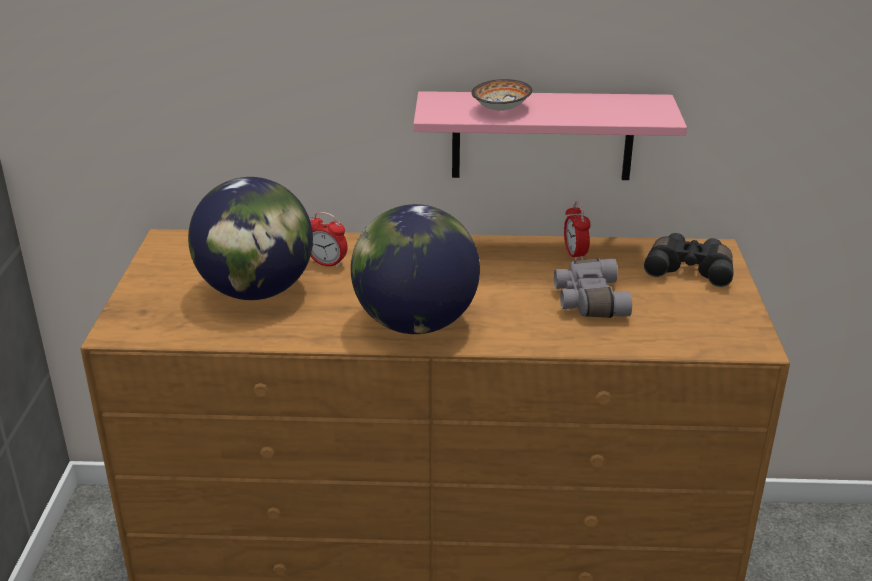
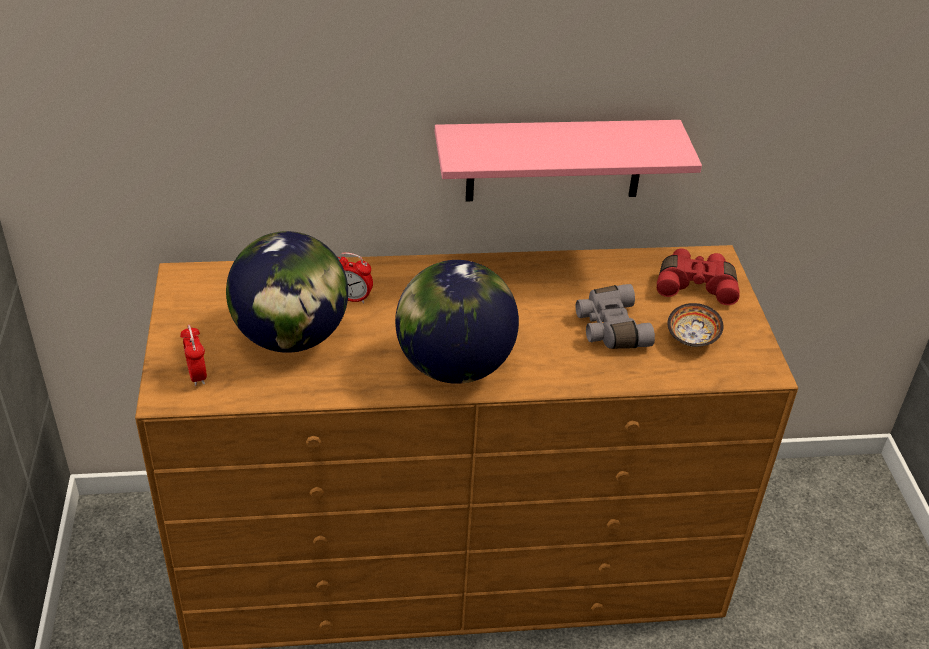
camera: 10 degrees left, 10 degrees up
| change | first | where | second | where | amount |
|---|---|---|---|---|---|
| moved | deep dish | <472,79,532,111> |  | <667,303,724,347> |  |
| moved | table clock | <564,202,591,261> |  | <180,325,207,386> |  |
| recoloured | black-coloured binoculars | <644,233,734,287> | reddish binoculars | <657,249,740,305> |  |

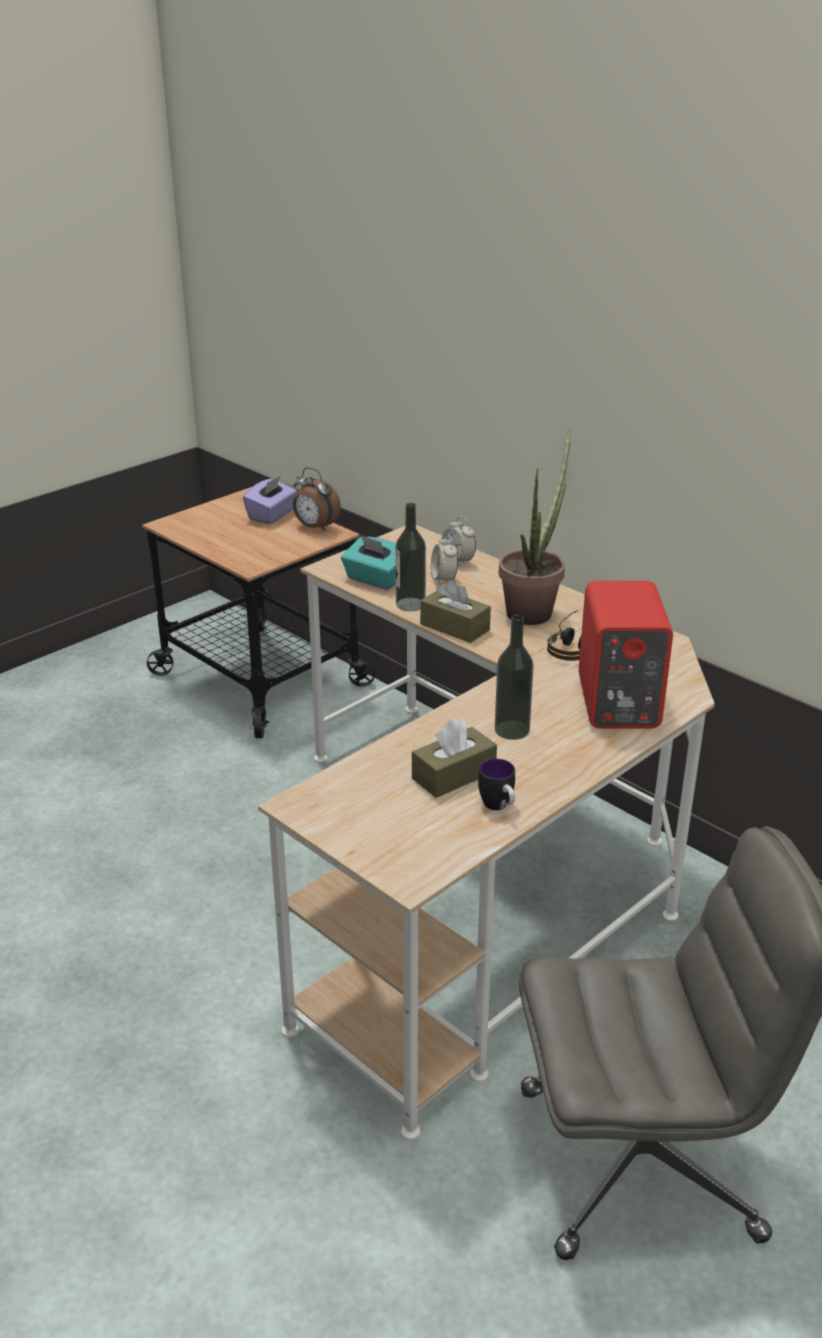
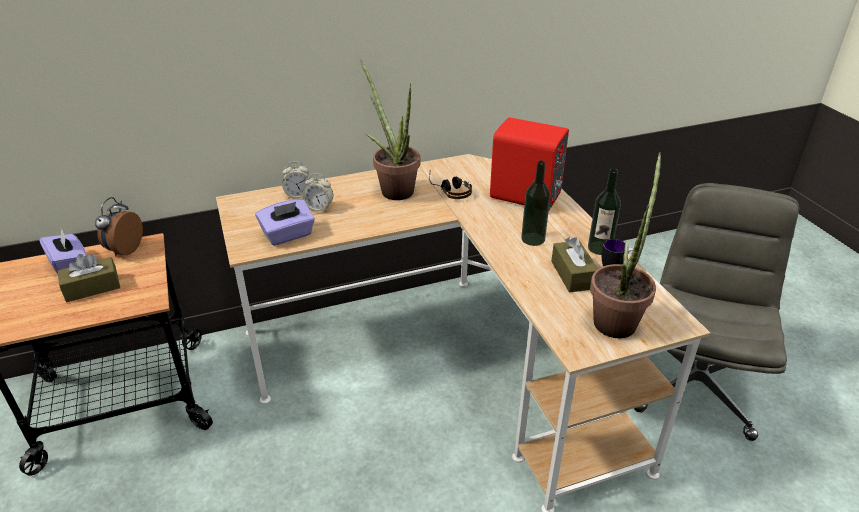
camera: 65 degrees left, 5 degrees up
| change | first | where | second | where | amount |
|---|---|---|---|---|---|
| added |  |  | potted plant | <590,152,661,338> |  |
| moved | beverage bottle | <395,503,426,611> |  | <588,168,621,255> |  |
| moved | brownish tissue box | <420,580,491,643> |  | <58,254,120,302> |  |
| recoloured | turquoise tissue box | <341,535,396,590> | purple tissue box | <256,199,315,246> |  |
| turned | table clock | <293,467,341,531> |  | <95,197,143,257> | 135 degrees clockwise |

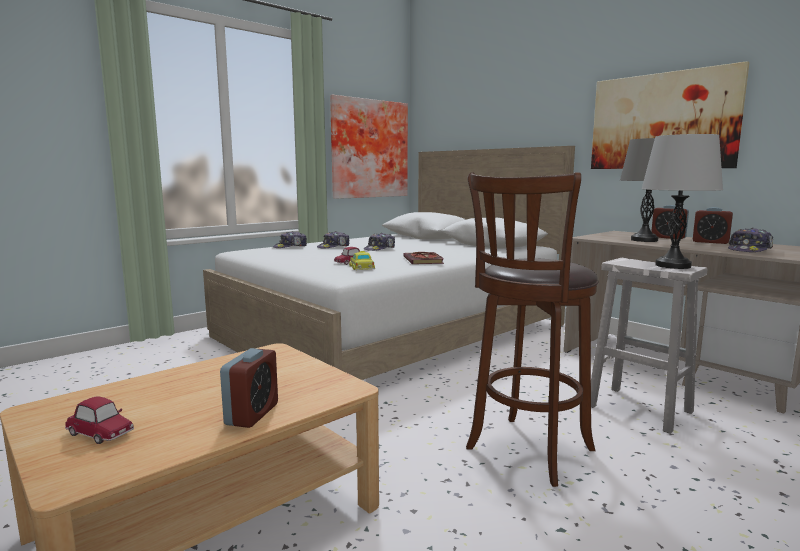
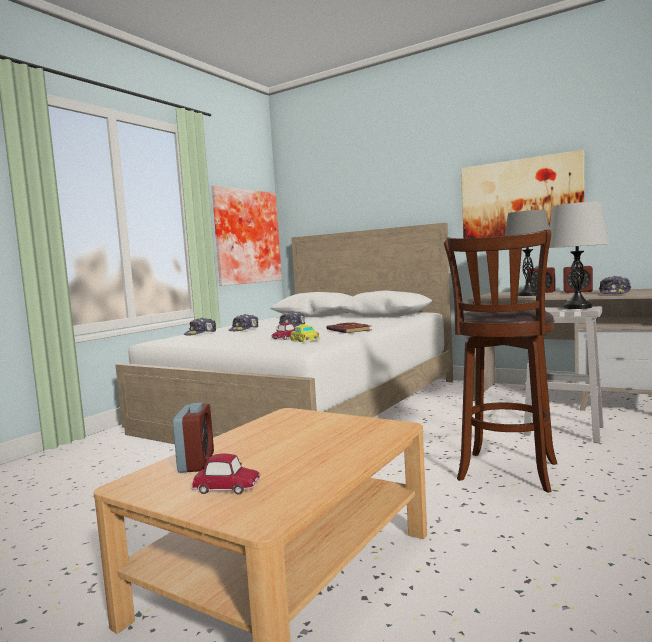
camera: 15 degrees left, 5 degrees down
| change | first | where | second | where | amount |
|---|---|---|---|---|---|
| moved | table clock | <220,348,278,428> |  | <173,403,214,473> |  |

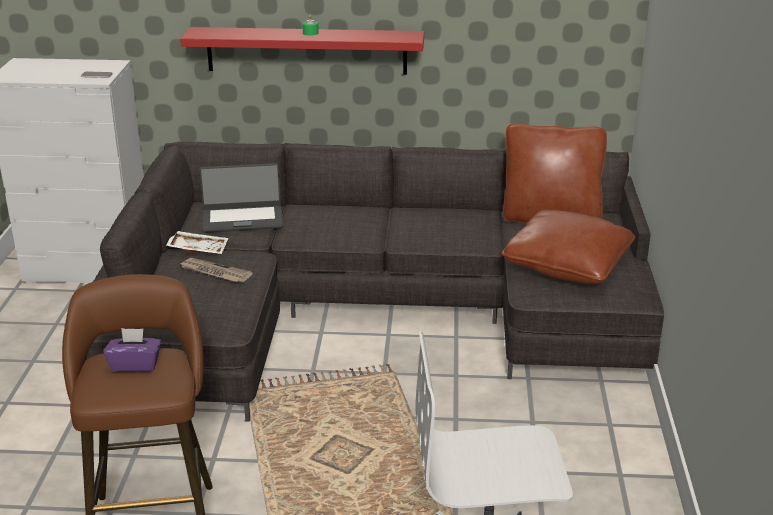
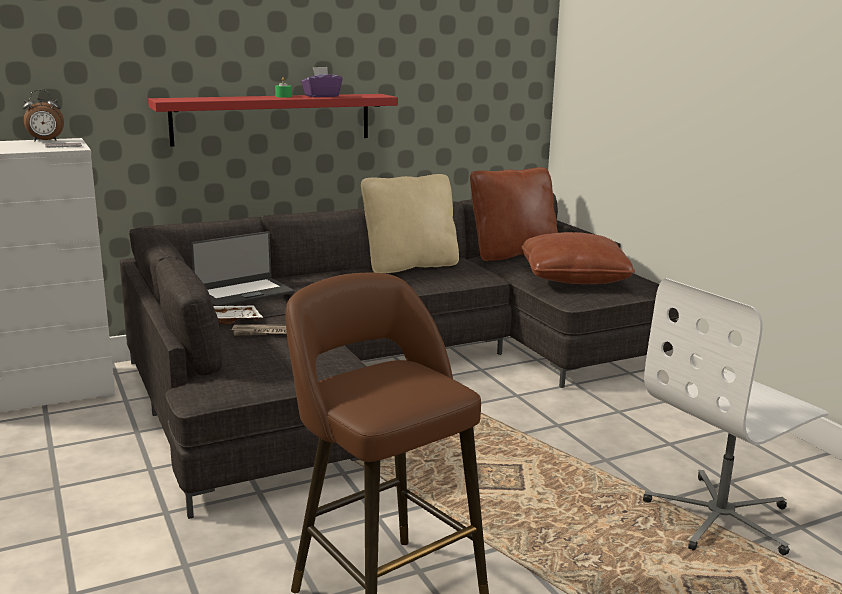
camera: 30 degrees left, 10 degrees down
| change | first | where | second | where | amount |
|---|---|---|---|---|---|
| added |  |  | table clock | <23,90,64,141> |  |
| added |  |  | beige-coloured cushion | <361,174,459,273> |  |
| moved | purple tissue box | <103,328,161,372> |  | <301,67,342,97> |  |

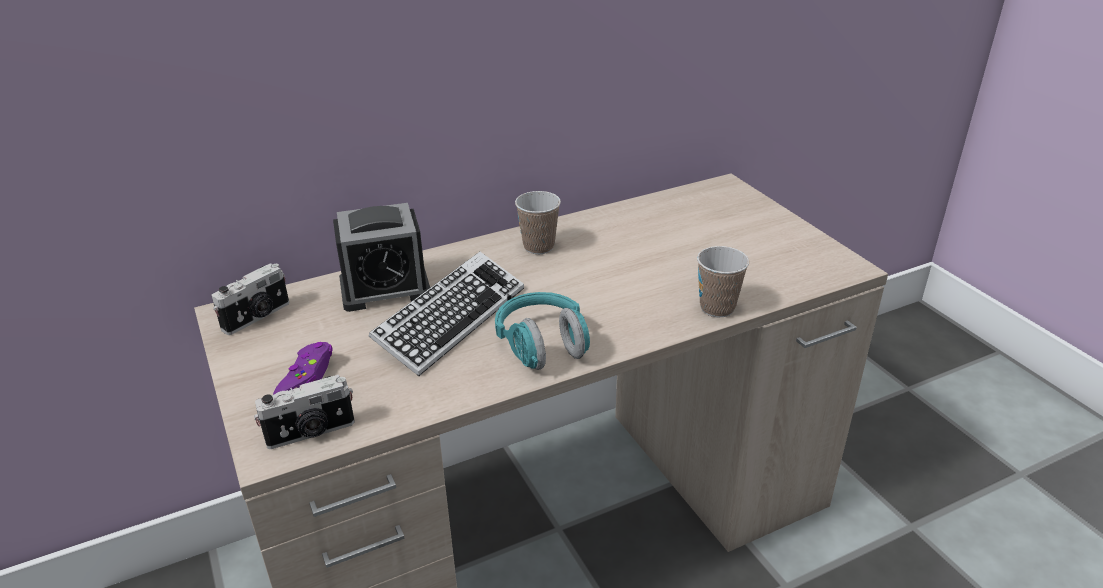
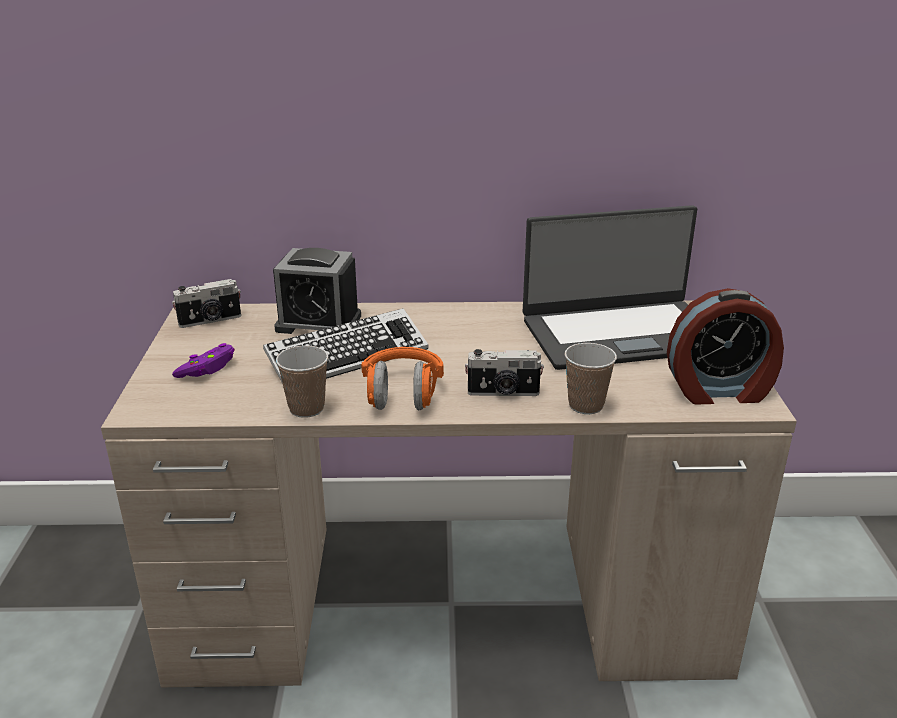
camera: 25 degrees right, 5 degrees down
| change | first | where | second | where | amount |
|---|---|---|---|---|---|
| added |  |  | laptop | <523,205,697,370> |  |
| added |  |  | table clock | <667,288,784,405> |  |
| moved | photo camera | <254,375,355,449> |  | <465,349,544,396> |  |
| moved | cup | <515,191,561,254> |  | <276,346,328,418> |  |
| recoloured | turquoise headphones | <495,292,590,370> | orange-coloured headphones | <361,347,444,410> |  |

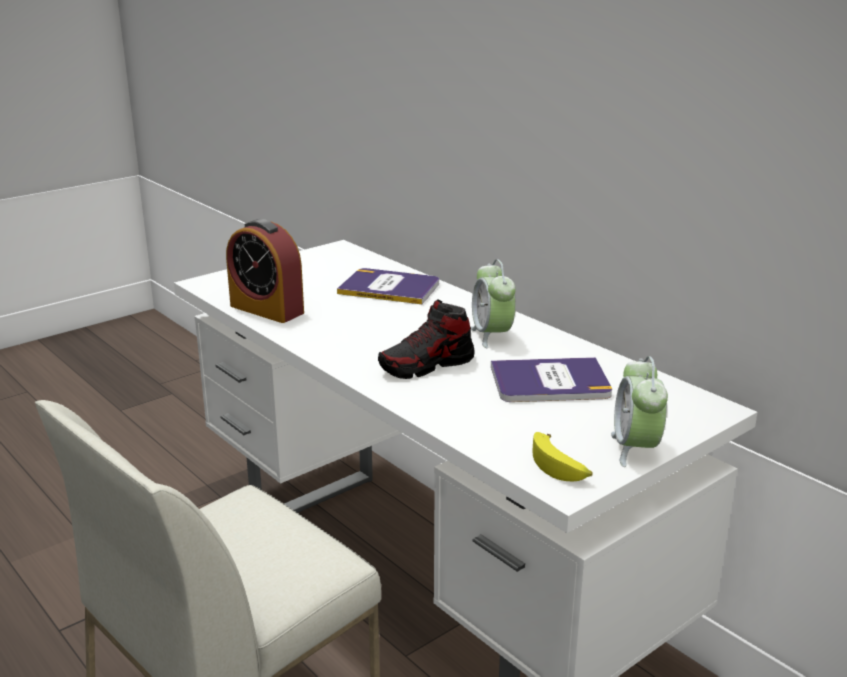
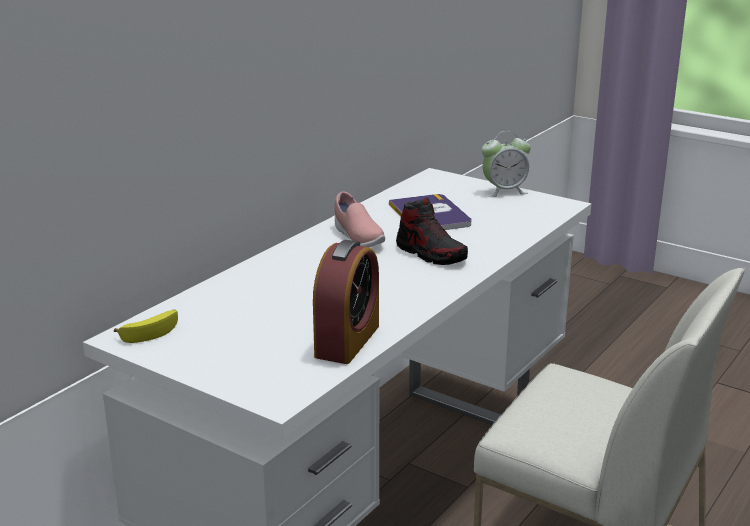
camera: 105 degrees left, 0 degrees up
| change | first | where | second | where | amount |
|---|---|---|---|---|---|
| removed | book | <337,268,439,304> |  |  |  |
| moved | banana fruit | <533,432,593,481> |  | <114,310,178,343> |  |
| replaced | table clock | <471,259,516,348> | pink-coloured item of footwear | <334,191,385,247> |  |

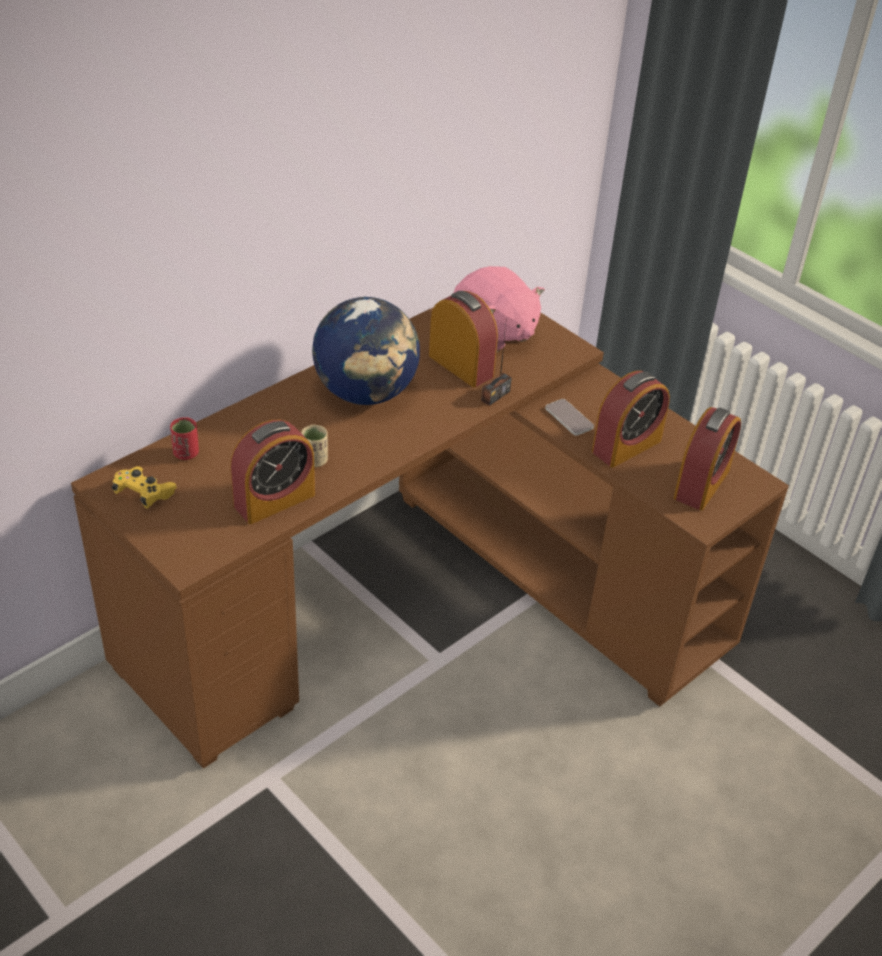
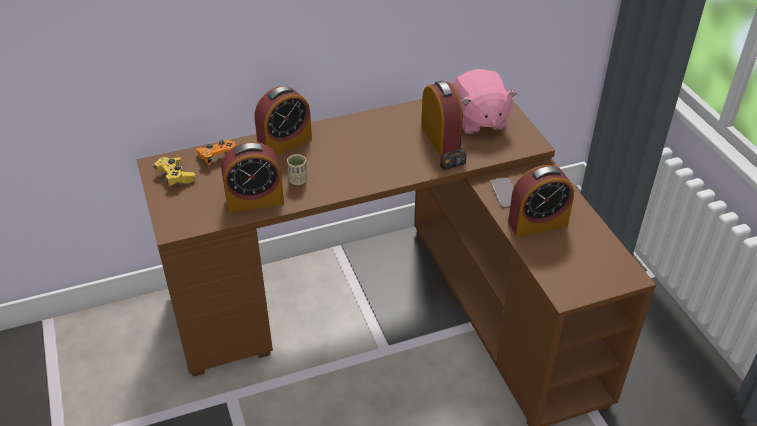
camera: 25 degrees right, 0 degrees up
| change | first | where | second | where | amount |
|---|---|---|---|---|---|
| removed | world globe | <312,297,420,405> |  |  |  |
| moved | table clock | <674,407,741,510> |  | <254,86,312,155> |  |
| replaced | reddish cup | <170,417,199,460> | orange-coloured game controller | <196,139,236,165> |  |

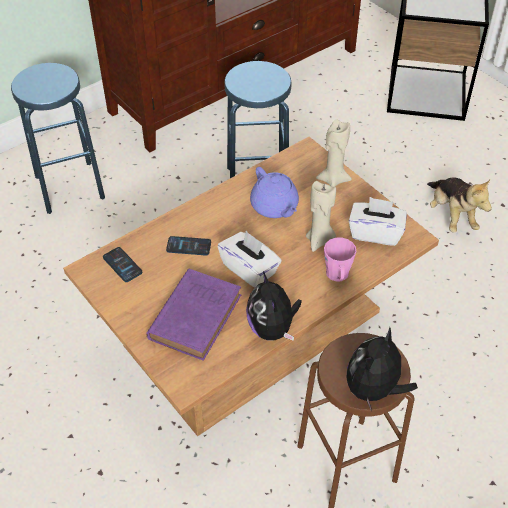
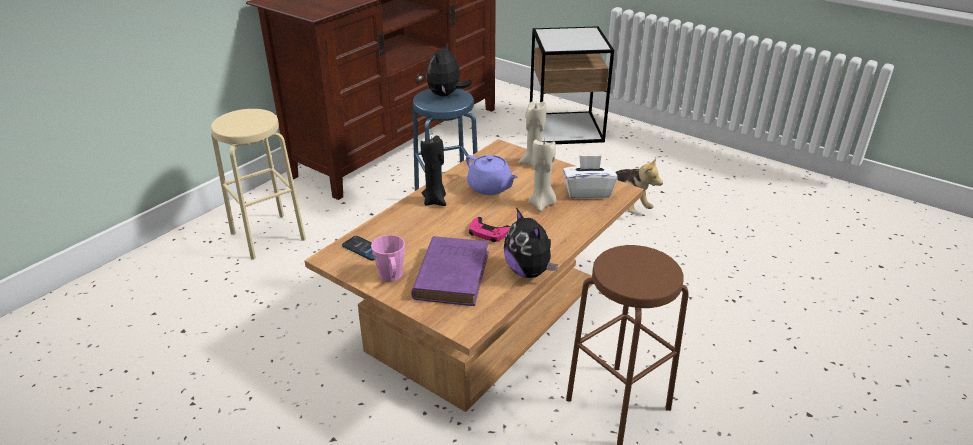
camera: 15 degrees left, 15 degrees down
| change | first | where | second | where | amount |
|---|---|---|---|---|---|
| removed | handset | <166,236,211,255> |  |  |  |
| added |  |  | black-coloured wax candle | <421,135,446,206> |  |
| moved | pink-coloured coffee mug | <324,237,356,282> |  | <371,235,405,282> |  |
| moved | cuddly toy | <347,327,418,410> |  | <426,43,472,96> |  |
| replaced | whitish tissue box | <218,231,282,288> | pink-coloured game controller | <469,217,510,242> |  |
| recoloured | bluish stool seat | <11,63,105,214> | beige-coloured stool seat | <211,109,306,260> |  |

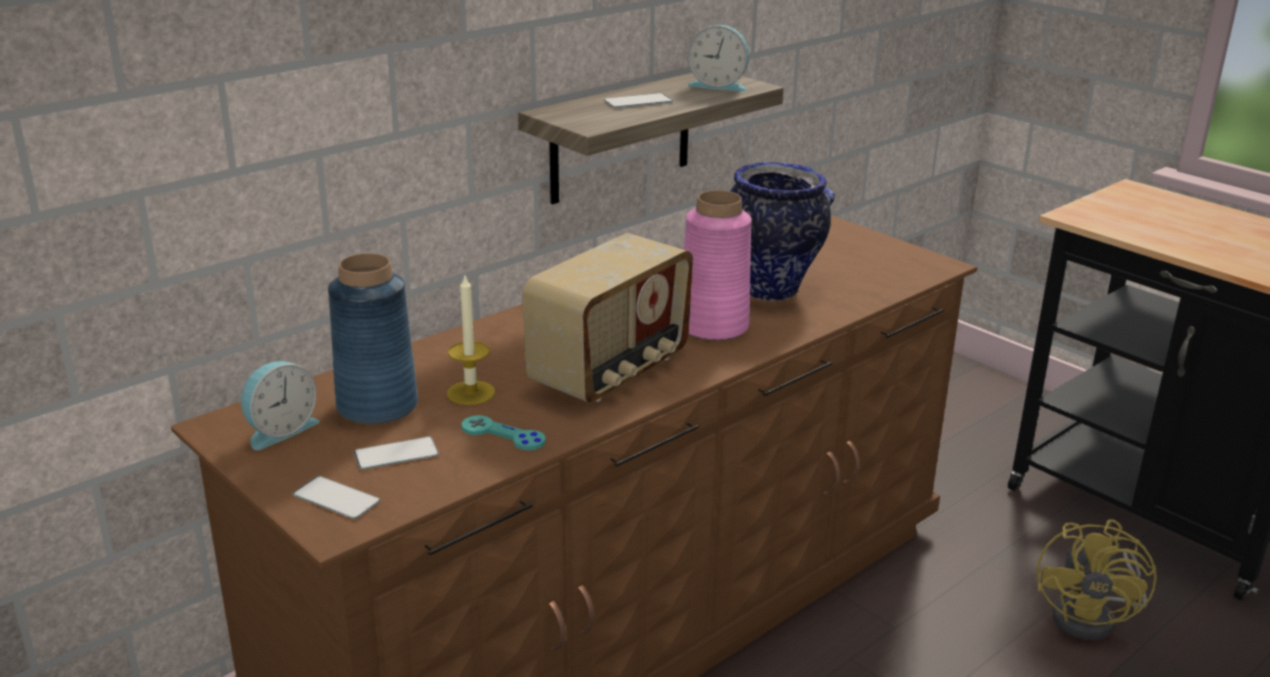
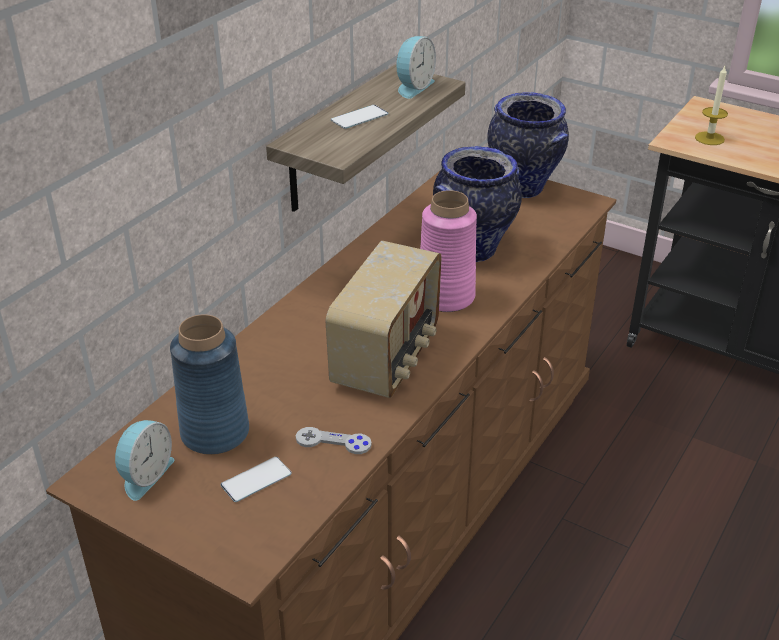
camera: 15 degrees left, 10 degrees up
| change | first | where | second | where | amount |
|---|---|---|---|---|---|
| removed | handset | <293,476,380,519> |  |  |  |
| removed | yellow-coloured fan | <1037,519,1157,640> |  |  |  |
| added |  |  | vase | <487,92,569,198> |  |
| moved | wax candle | <447,276,495,405> |  | <695,66,728,145> |  |
| recoloured | turquoise game controller | <461,415,546,450> | gray game controller | <296,427,372,454> |  |
| turned | table clock | <687,25,749,92> |  | <396,36,436,99> | 60 degrees counterclockwise |

